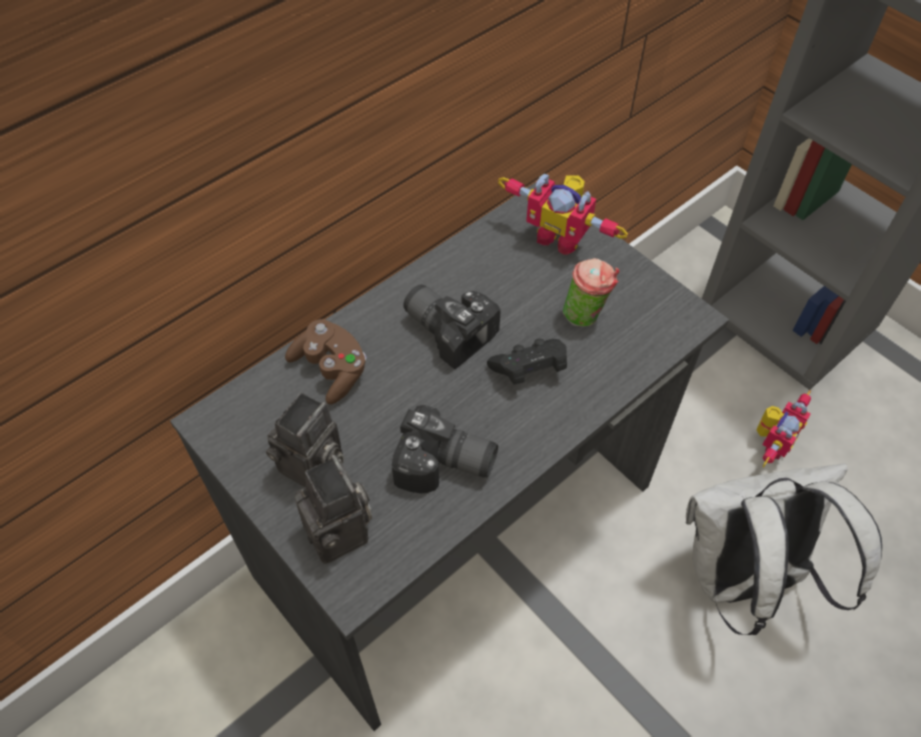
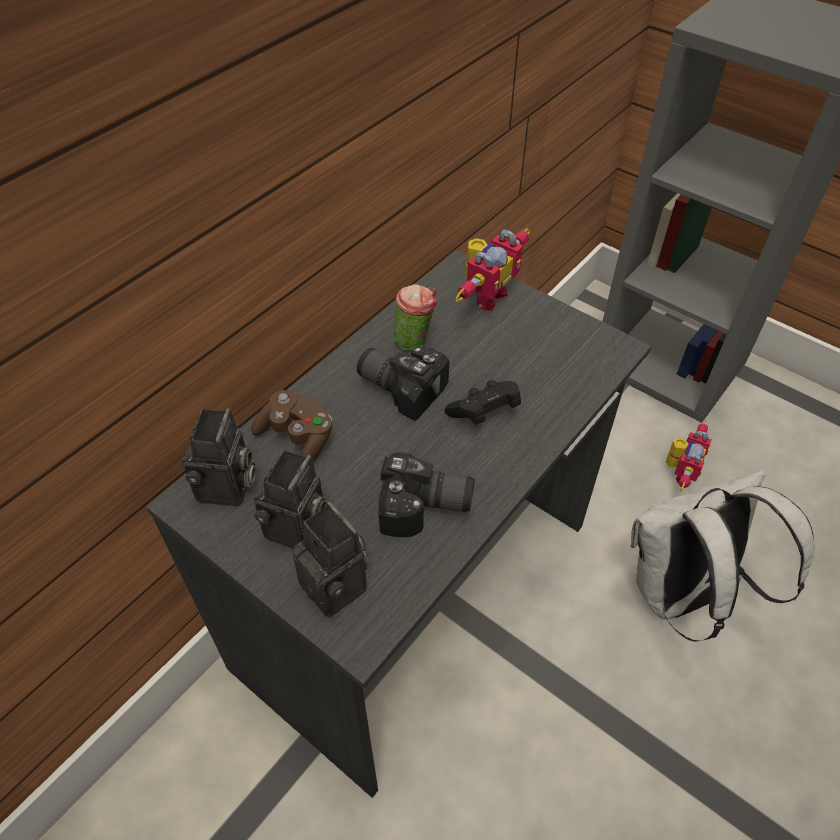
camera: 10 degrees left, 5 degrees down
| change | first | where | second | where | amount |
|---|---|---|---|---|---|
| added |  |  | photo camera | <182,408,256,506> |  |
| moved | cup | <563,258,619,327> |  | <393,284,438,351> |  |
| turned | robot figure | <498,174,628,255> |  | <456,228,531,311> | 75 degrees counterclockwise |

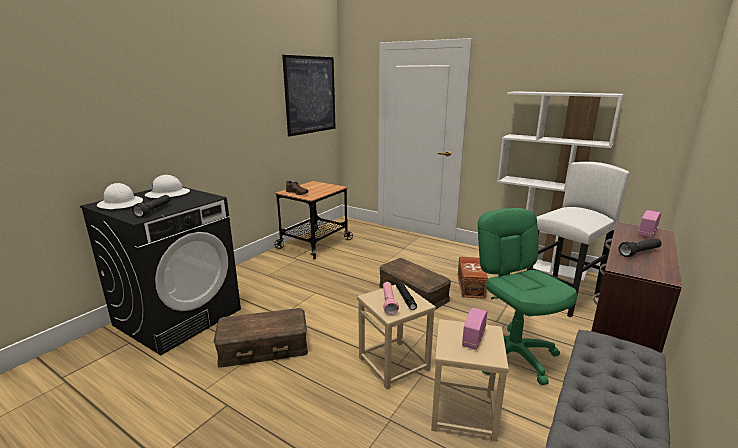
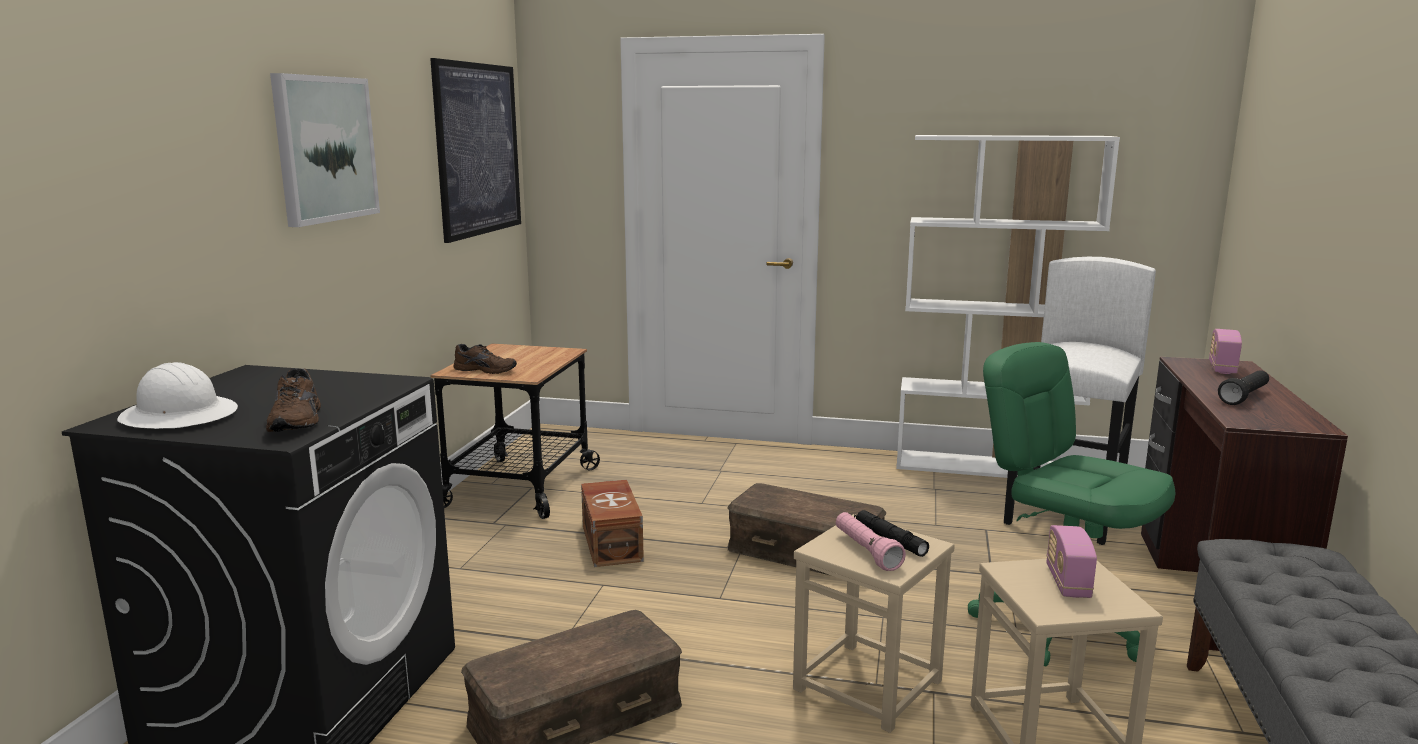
camera: 20 degrees left, 5 degrees down
| change | first | where | second | where | amount |
|---|---|---|---|---|---|
| removed | whitish work helmet | <145,175,190,198> |  |  |  |
| added |  |  | wall art | <270,73,380,227> |  |
| moved | brownish storage bin | <457,257,488,299> |  | <581,480,644,567> |  |
| replaced | black-coloured hand torch | <132,195,170,218> | brownish item of footwear | <266,368,321,432> |  |

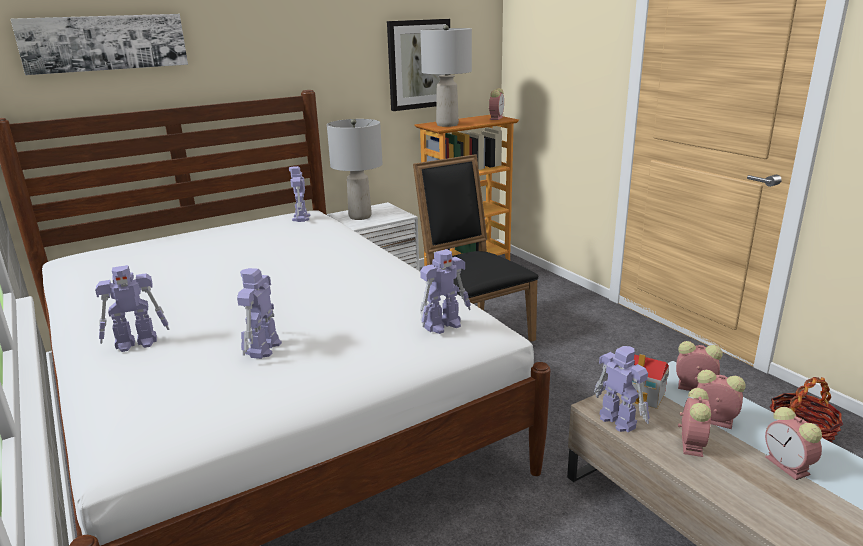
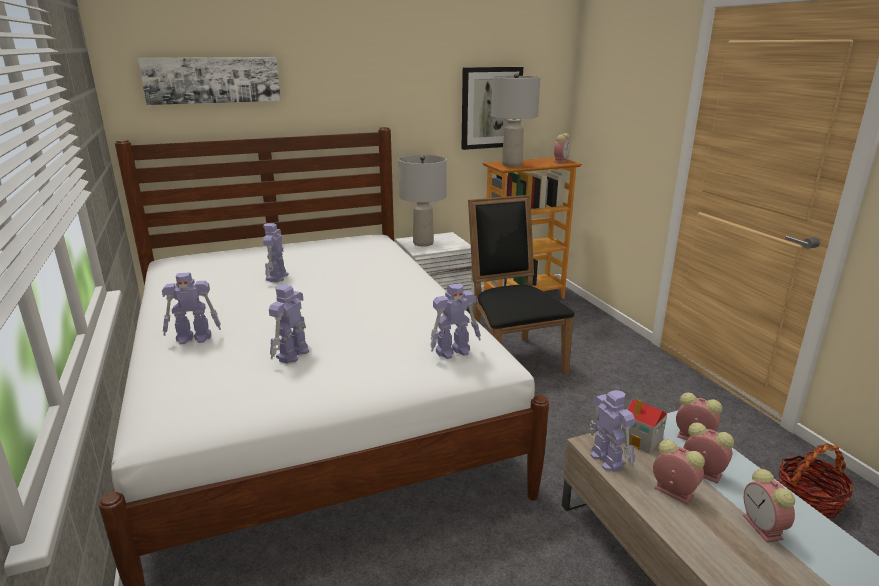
camera: 10 degrees right, 0 degrees up
| change | first | where | second | where | amount |
|---|---|---|---|---|---|
| moved | robot figure | <289,166,310,222> |  | <263,223,289,282> |  |
| turned | table clock | <678,388,711,457> |  | <653,440,705,504> | 75 degrees counterclockwise |

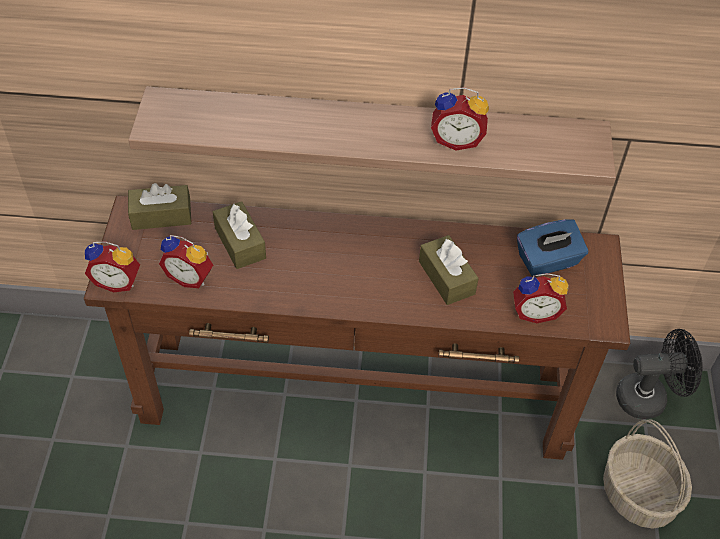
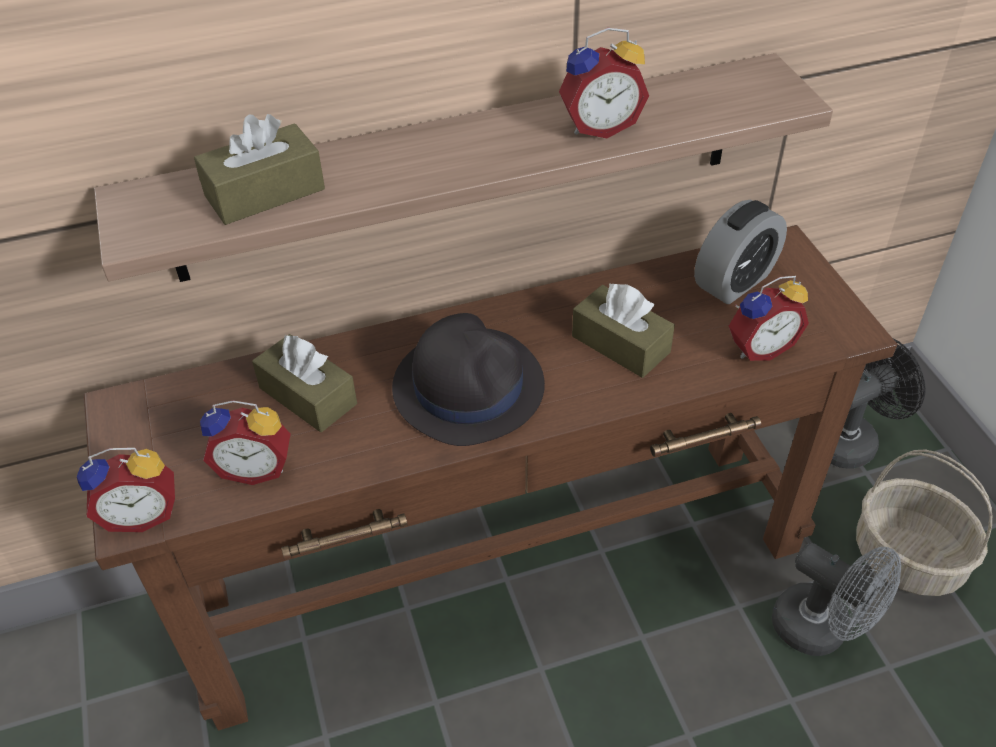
camera: 20 degrees left, 5 degrees down
| change | first | where | second | where | amount |
|---|---|---|---|---|---|
| added |  |  | black-coloured clothing hat | <392,313,545,446> |  |
| added |  |  | gray fan | <772,543,901,656> |  |
| moved | brownish tissue box | <128,183,191,230> |  | <194,114,325,225> |  |
| replaced | bluish tissue box | <517,219,589,277> | table clock | <694,200,787,304> |  |

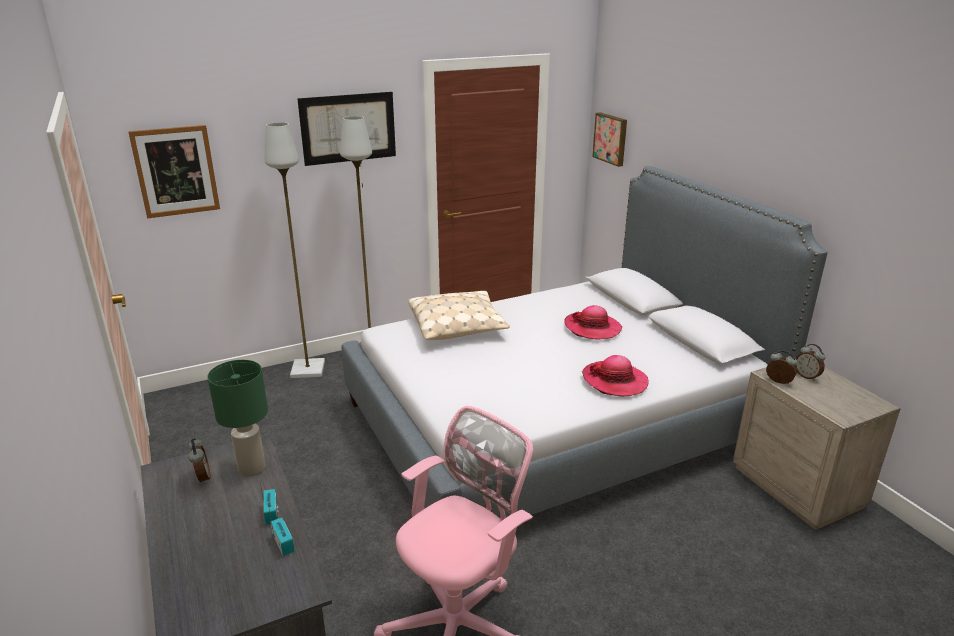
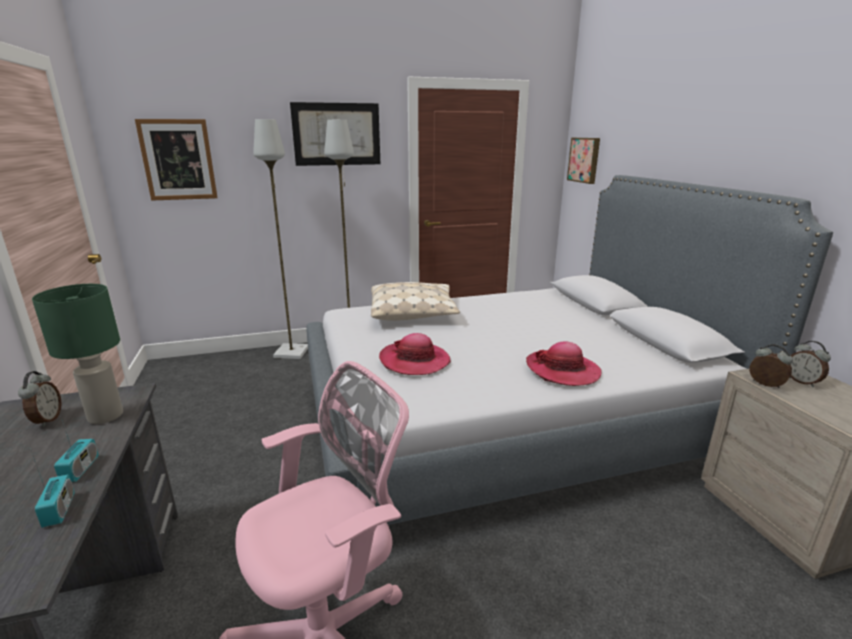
camera: 10 degrees right, 5 degrees down
| change | first | where | second | where | amount |
|---|---|---|---|---|---|
| moved | clothing hat | <564,305,622,340> |  | <379,333,451,375> |  |

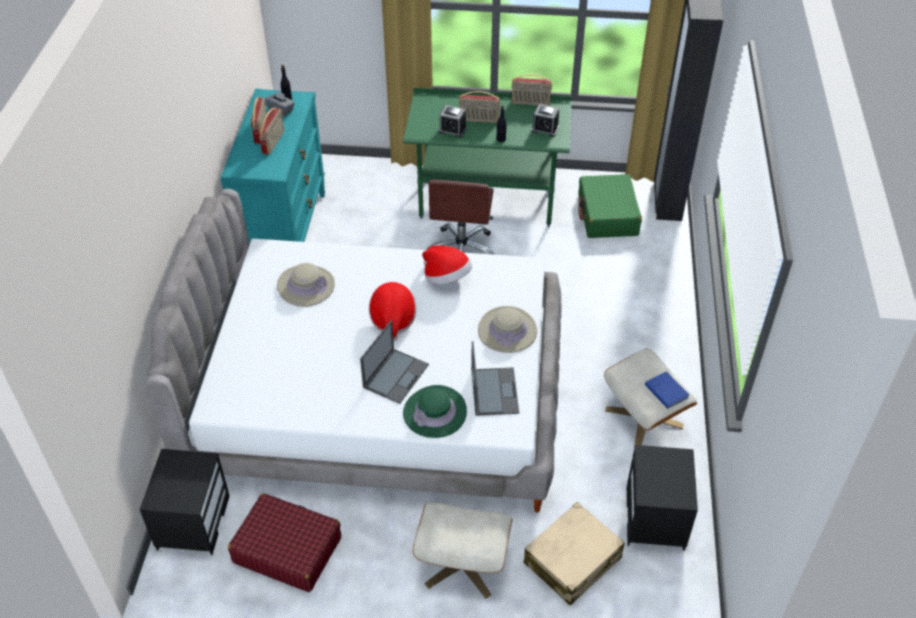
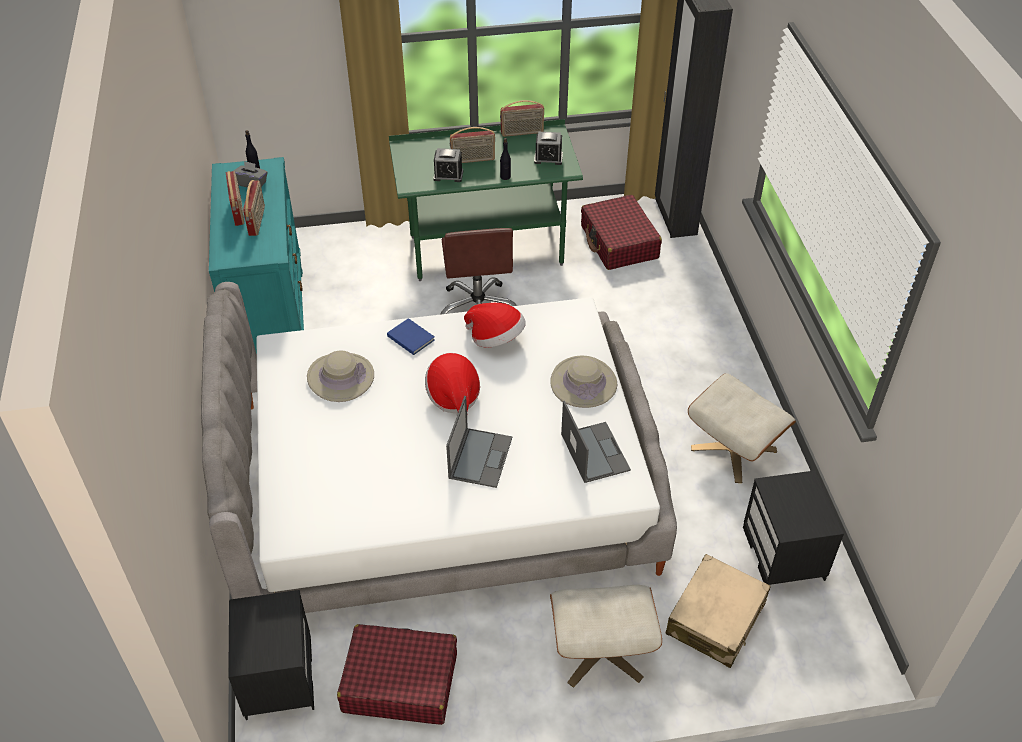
camera: 15 degrees left, 0 degrees up
| change | first | where | second | where | amount |
|---|---|---|---|---|---|
| removed | greenish clothing hat | <403,385,467,438> |  |  |  |
| moved | bluish book | <645,371,689,409> |  | <387,318,435,355> |  |
| recoloured | greenish suitcase | <579,174,642,238> | reddish suitcase | <581,195,662,270> |  |

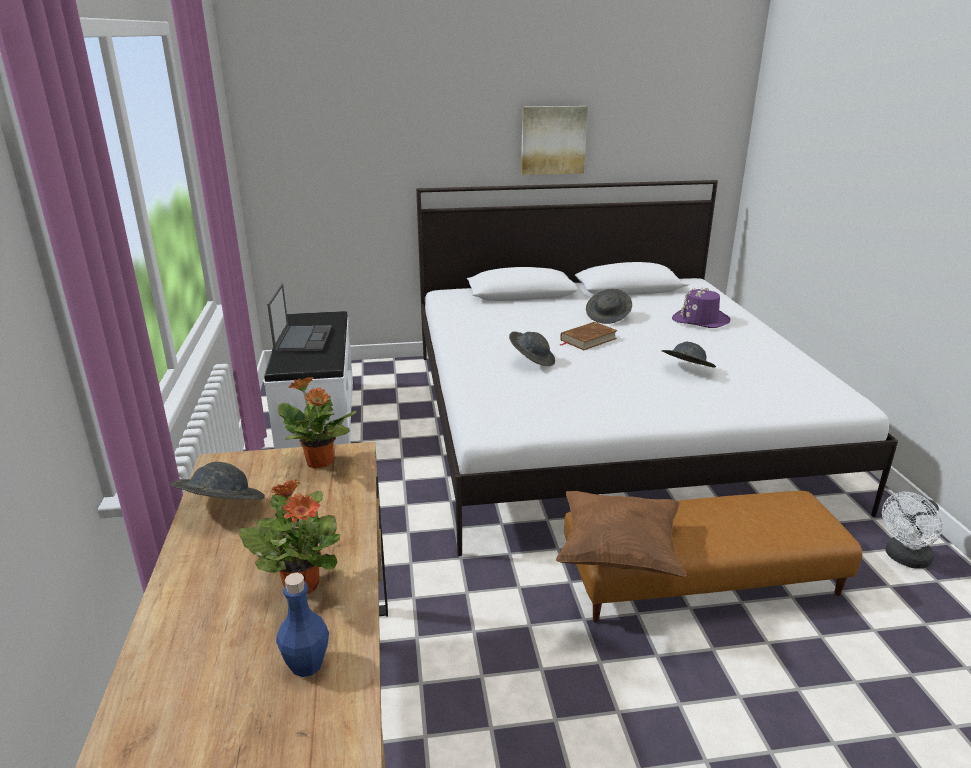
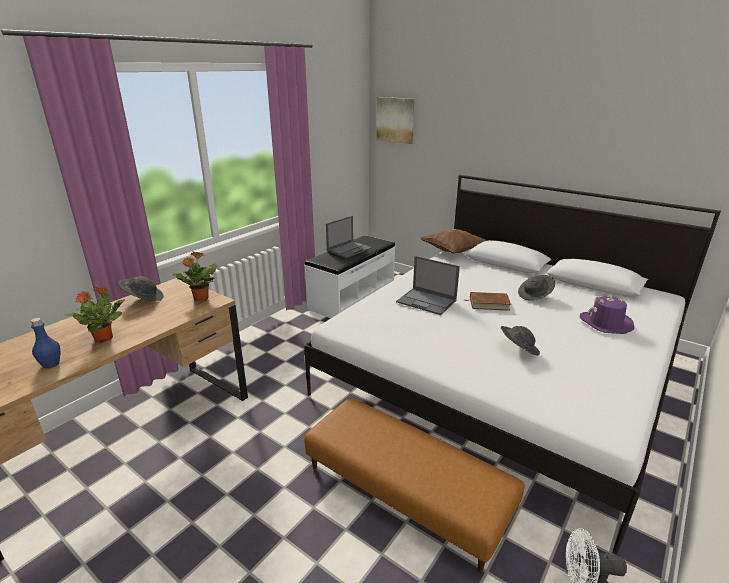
camera: 45 degrees right, 0 degrees up
| change | first | where | second | where | amount |
|---|---|---|---|---|---|
| moved | wall art | <521,106,588,175> |  | <376,97,414,144> |  |
| moved | brownish cushion | <556,491,686,577> |  | <420,229,487,254> |  |
| replaced | gray clothing hat | <509,332,555,366> | laptop | <396,256,460,315> |  |

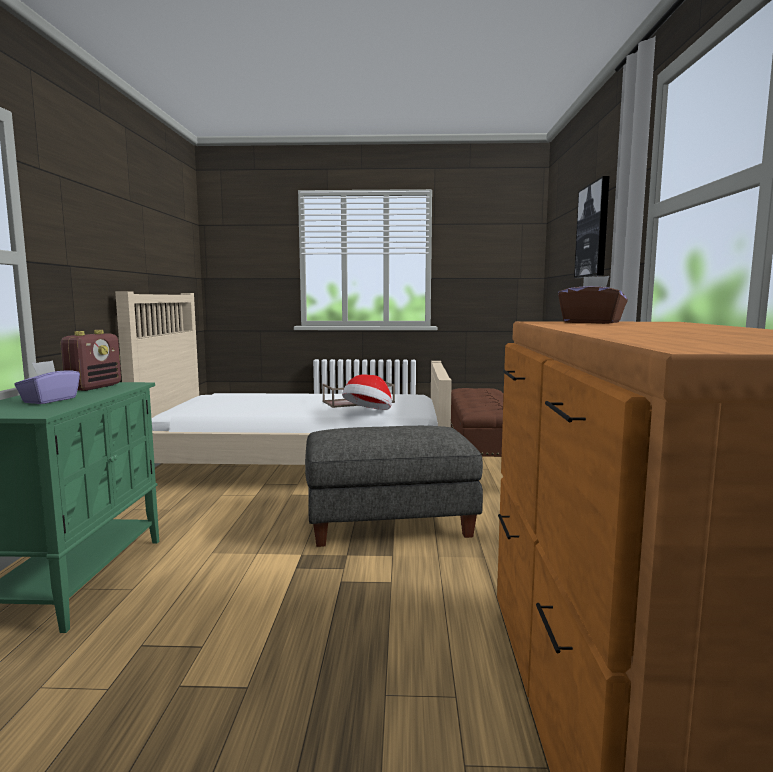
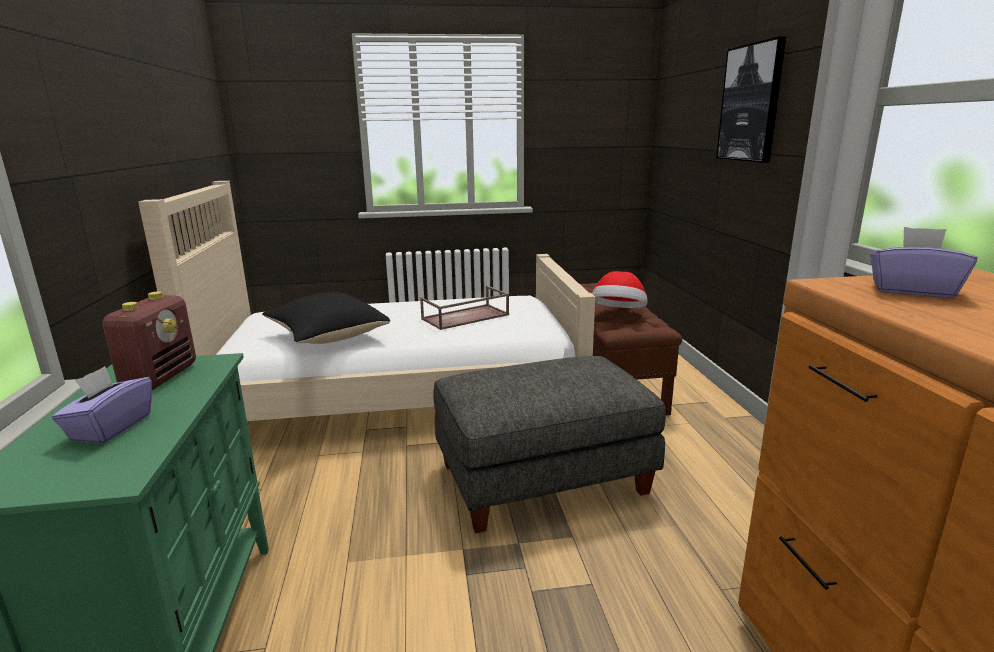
camera: 10 degrees left, 10 degrees up
| change | first | where | second | where | amount |
|---|---|---|---|---|---|
| added |  |  | black-coloured cushion | <262,292,390,344> |  |
| moved | clothing hat | <342,374,392,410> |  | <592,271,648,308> |  |
| recoloured | brownish tissue box | <558,276,628,324> | purple tissue box | <870,227,978,298> |  |

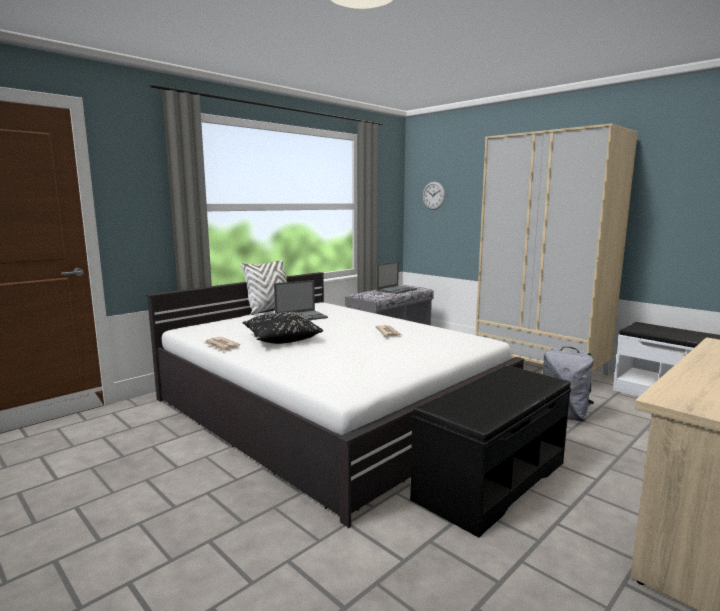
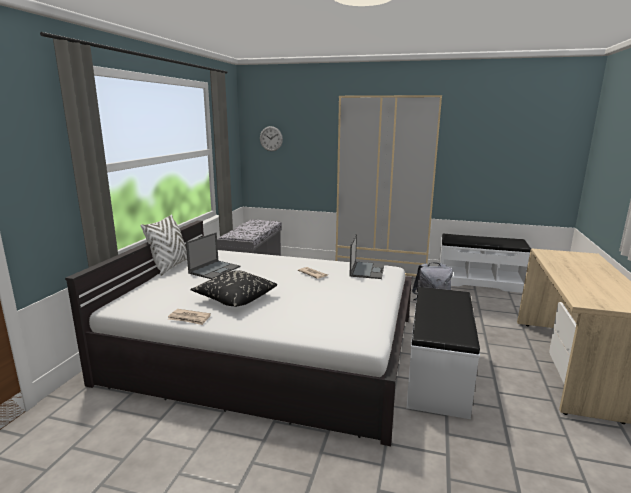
camera: 30 degrees left, 5 degrees up
| change | first | where | second | where | amount |
|---|---|---|---|---|---|
| moved | laptop | <377,262,417,294> |  | <349,233,384,279> |  |
| recoloured | black-coloured bench | <410,366,571,538> | whitish bench | <406,287,480,419> |  |

